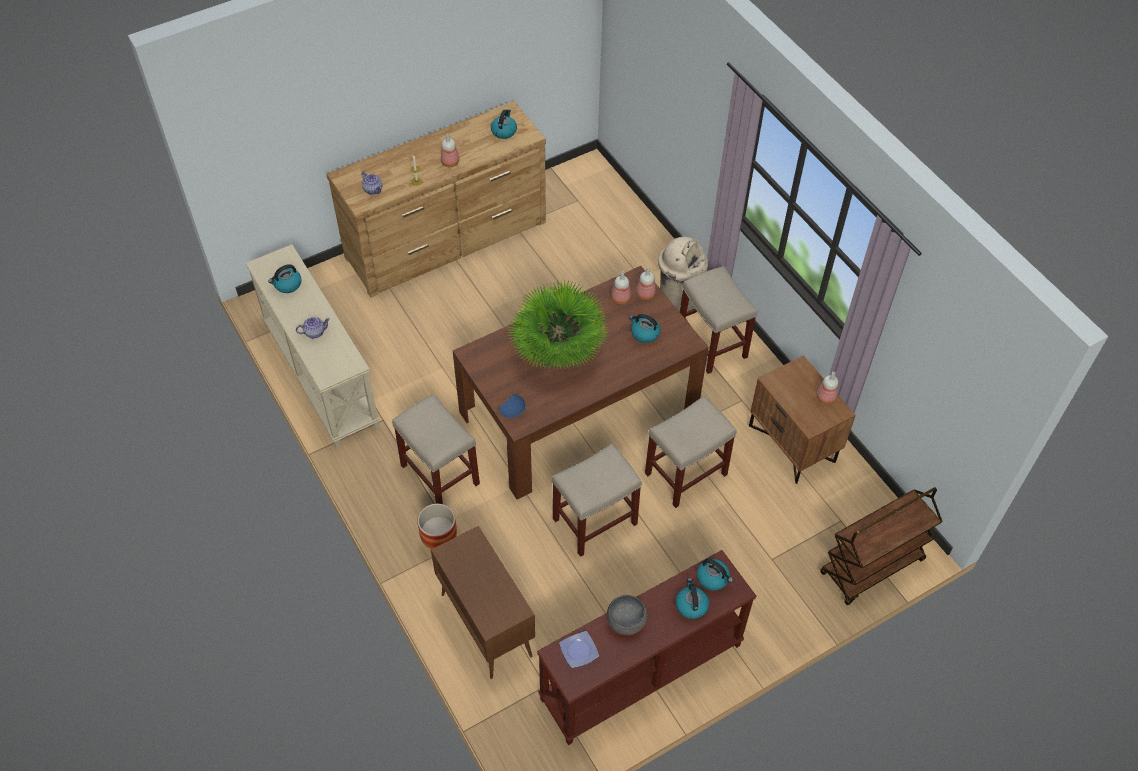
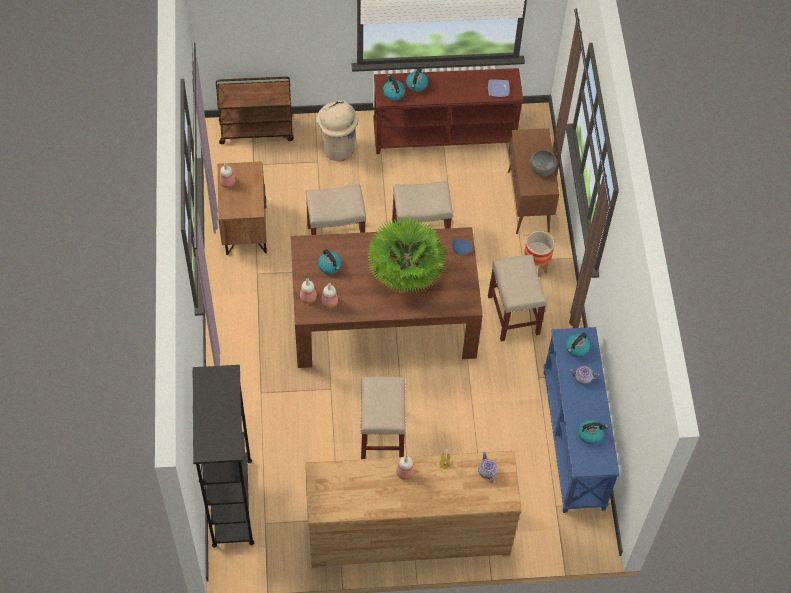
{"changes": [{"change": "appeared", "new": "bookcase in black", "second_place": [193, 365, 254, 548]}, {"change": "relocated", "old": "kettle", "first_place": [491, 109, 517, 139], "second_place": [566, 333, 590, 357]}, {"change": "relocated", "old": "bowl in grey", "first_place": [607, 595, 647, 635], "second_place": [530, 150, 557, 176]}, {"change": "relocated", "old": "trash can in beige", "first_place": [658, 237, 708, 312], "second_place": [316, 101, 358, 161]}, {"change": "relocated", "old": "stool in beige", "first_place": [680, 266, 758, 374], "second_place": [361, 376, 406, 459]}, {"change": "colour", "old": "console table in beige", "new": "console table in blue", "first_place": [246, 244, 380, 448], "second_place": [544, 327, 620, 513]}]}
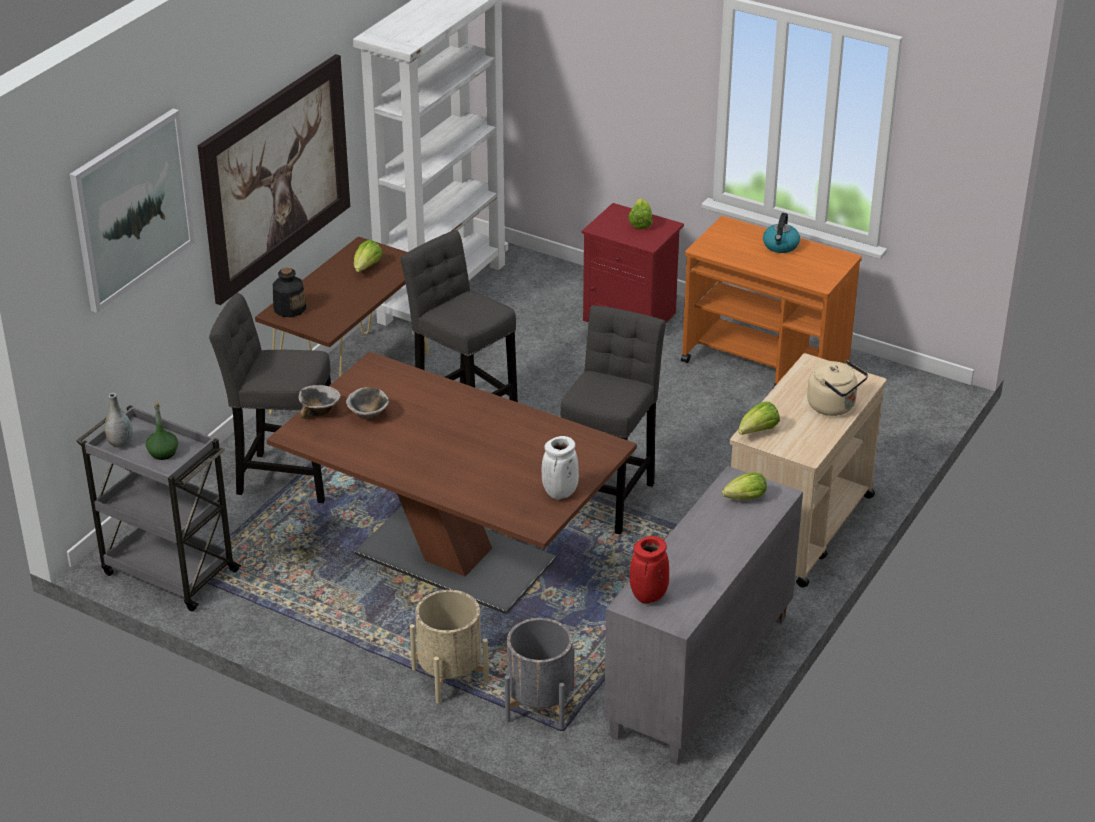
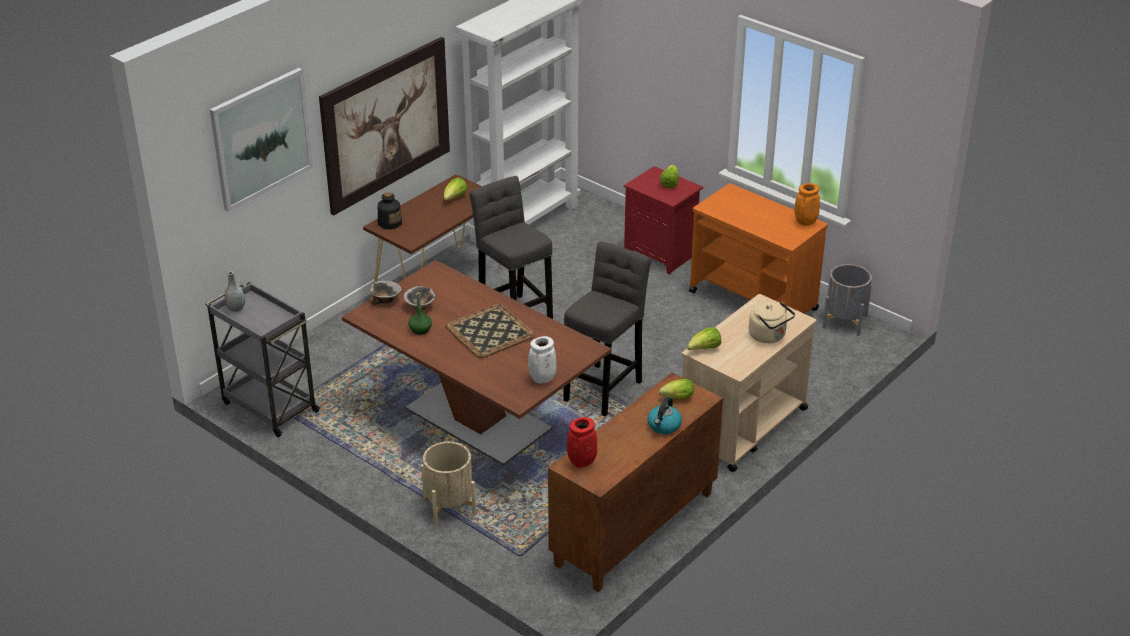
{"changes": [{"change": "missing", "old": "stool in grey", "first_place": [209, 293, 331, 503]}, {"change": "appeared", "new": "tray", "second_place": [446, 304, 535, 358]}, {"change": "appeared", "new": "vase in orange", "second_place": [795, 183, 820, 225]}, {"change": "relocated", "old": "bottle in green", "first_place": [146, 402, 178, 460], "second_place": [408, 292, 432, 335]}, {"change": "relocated", "old": "planter in grey", "first_place": [505, 618, 575, 729], "second_place": [823, 264, 872, 336]}, {"change": "relocated", "old": "kettle", "first_place": [763, 213, 800, 253], "second_place": [647, 397, 682, 434]}, {"change": "colour", "old": "cabinet in grey", "new": "cabinet in brown", "first_place": [604, 466, 803, 765], "second_place": [548, 372, 723, 592]}]}
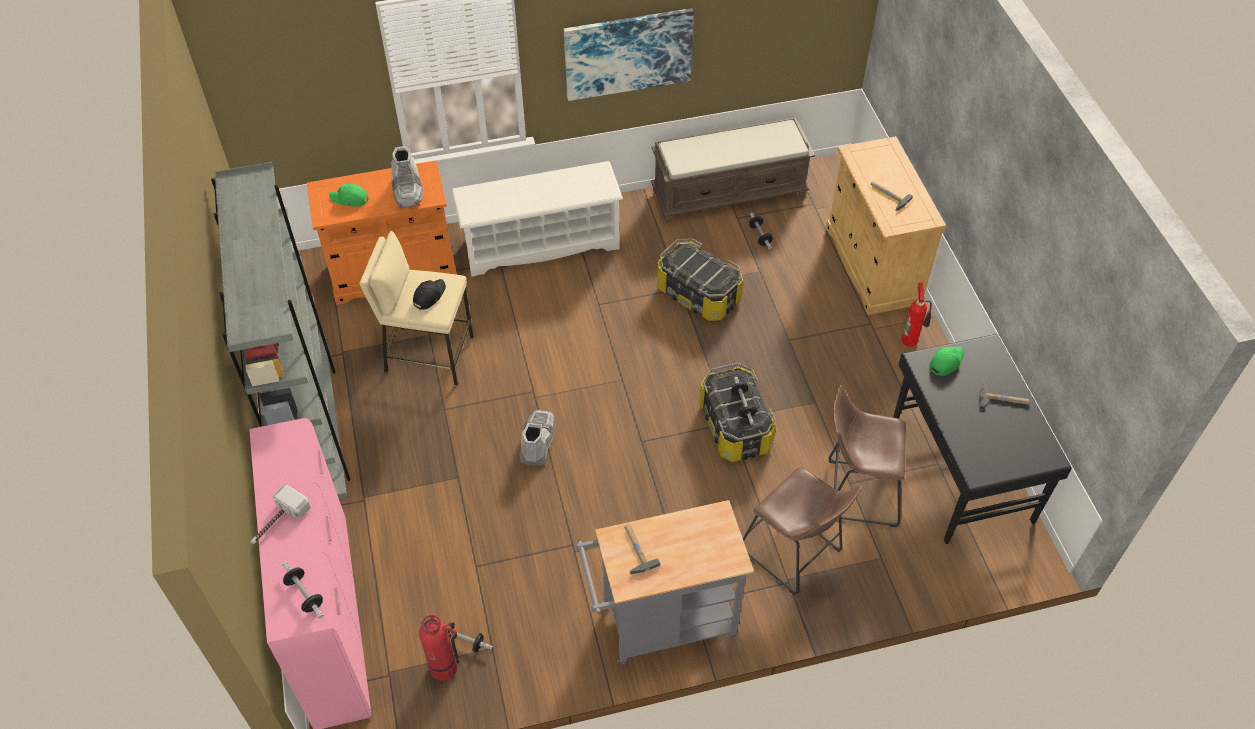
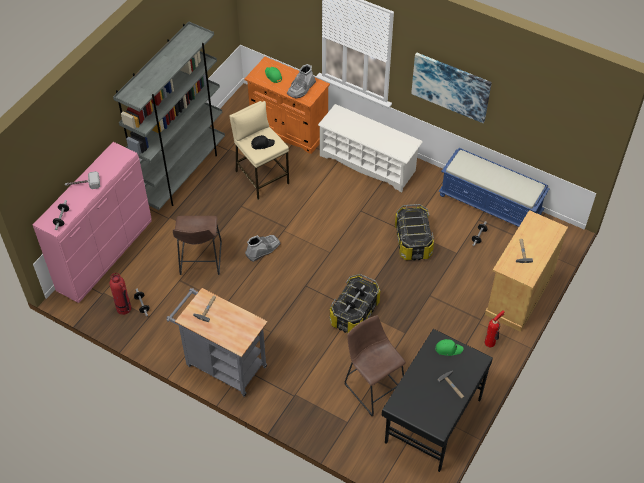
{"changes": [{"change": "relocated", "old": "stool in brown", "first_place": [743, 467, 862, 595], "second_place": [173, 216, 222, 275]}, {"change": "colour", "old": "bench in brown", "new": "bench in blue", "first_place": [651, 118, 815, 222], "second_place": [439, 148, 550, 227]}]}
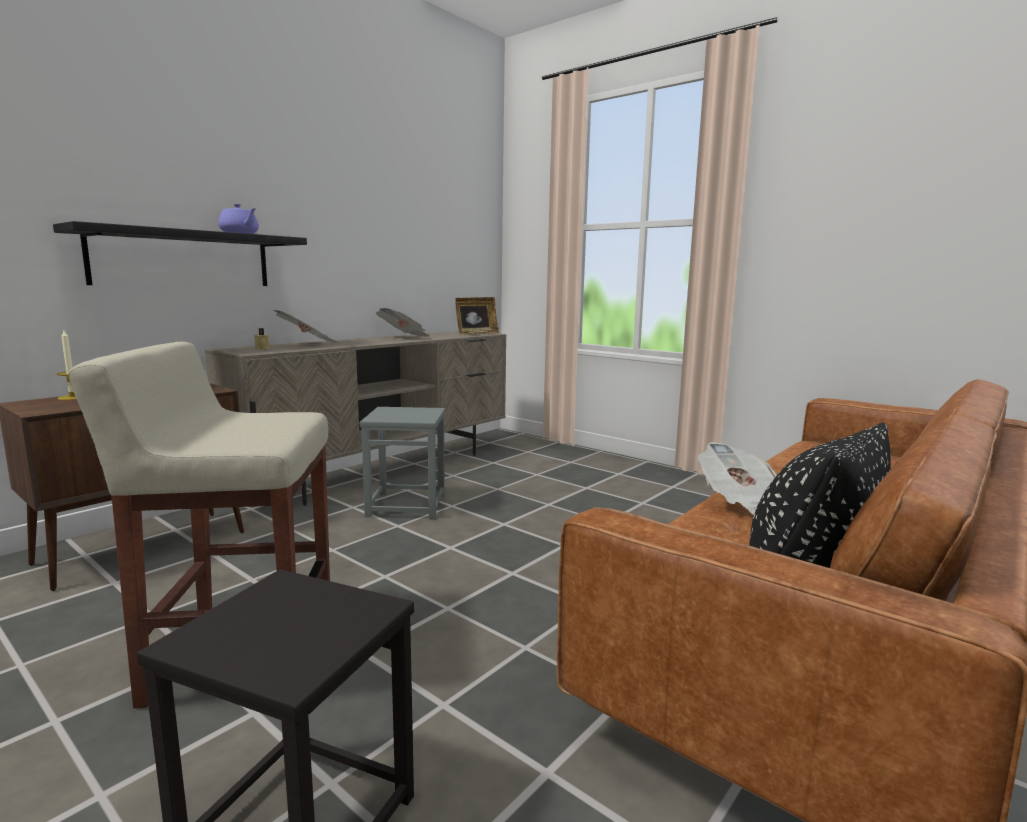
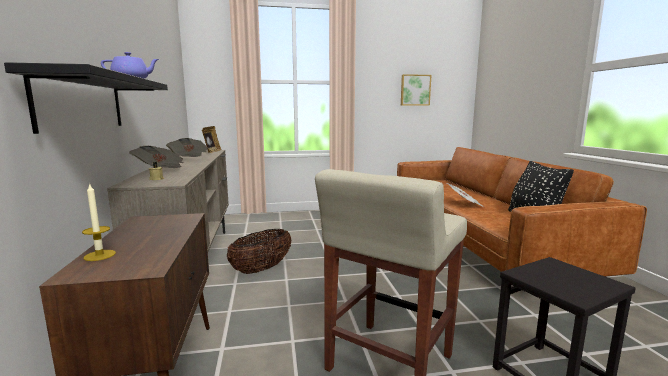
{"changes": [{"change": "appeared", "new": "picture", "second_place": [401, 74, 431, 106]}, {"change": "exchanged", "old": "stool in grey", "new": "basket", "first_place": [360, 407, 445, 519], "second_place": [227, 229, 291, 274]}]}
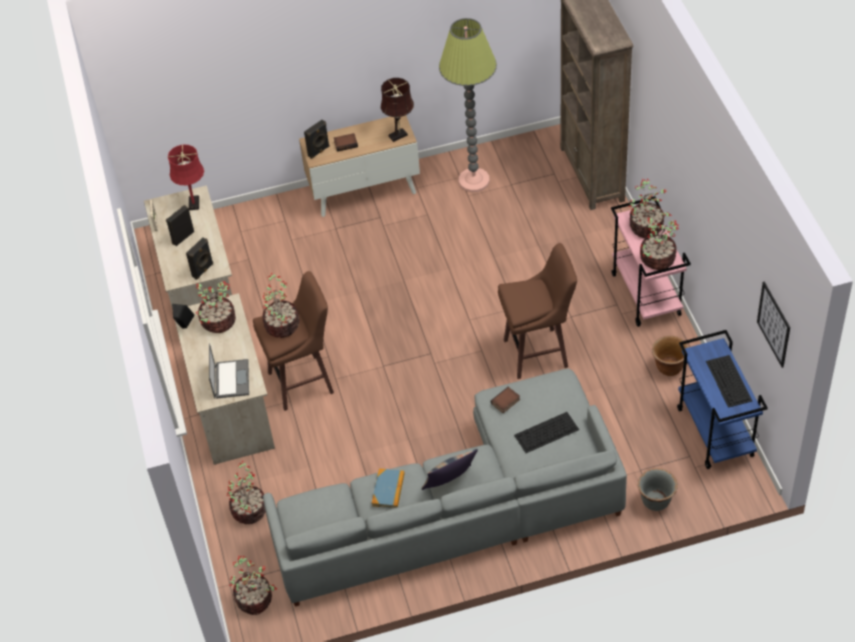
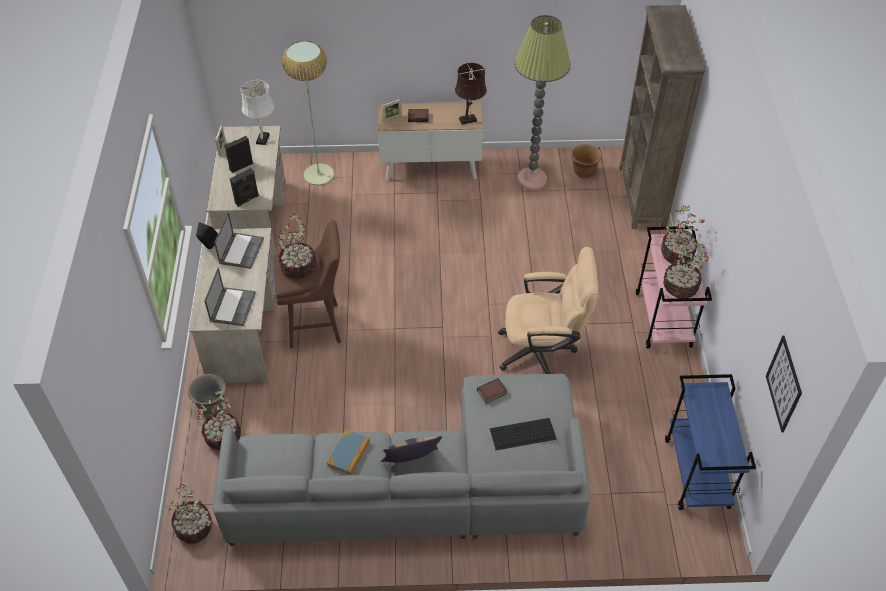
{"changes": [{"change": "missing", "old": "keyboard", "first_place": [706, 355, 752, 408]}, {"change": "appeared", "new": "floor lamp", "second_place": [282, 41, 334, 186]}, {"change": "relocated", "old": "planter in grey", "first_place": [638, 468, 678, 511], "second_place": [188, 374, 226, 414]}, {"change": "relocated", "old": "planter in brown", "first_place": [652, 336, 689, 376], "second_place": [571, 144, 602, 178]}, {"change": "exchanged", "old": "potted plant", "new": "laptop", "first_place": [196, 281, 236, 333], "second_place": [214, 212, 264, 269]}, {"change": "exchanged", "old": "speaker in black", "new": "picture frame", "first_place": [304, 120, 329, 159], "second_place": [382, 99, 402, 122]}, {"change": "exchanged", "old": "stool in brown", "new": "office chair in beige", "first_place": [498, 243, 577, 379], "second_place": [498, 247, 598, 374]}, {"change": "colour", "old": "table lamp in red", "new": "table lamp in white", "first_place": [168, 145, 204, 210], "second_place": [241, 80, 275, 145]}]}
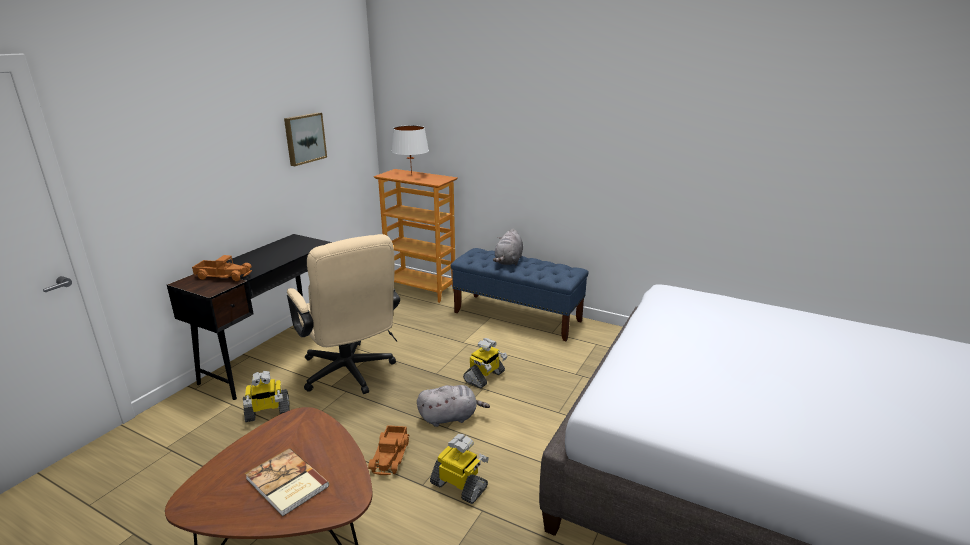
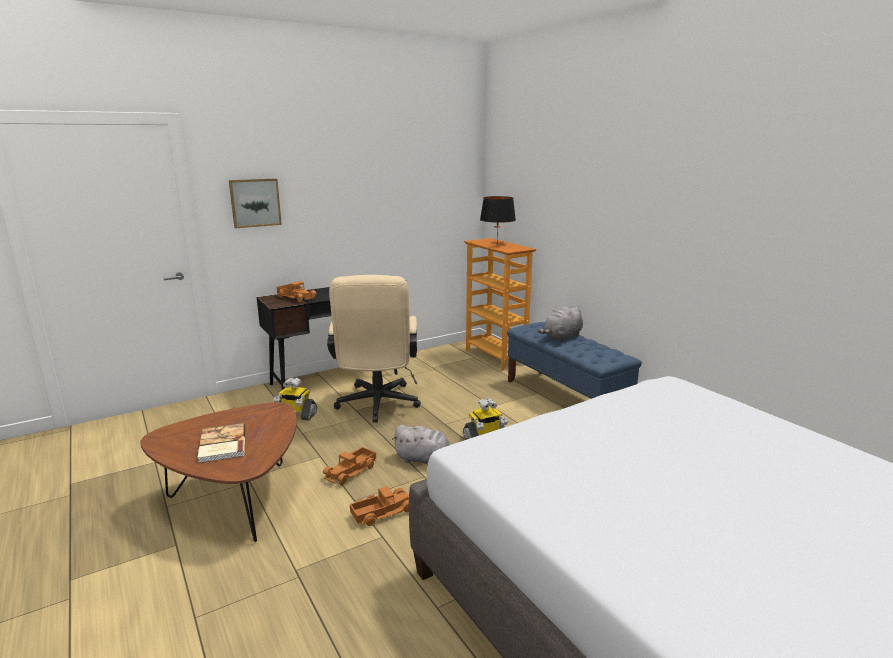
{"changes": [{"change": "relocated", "old": "picture", "first_place": [284, 112, 327, 166], "second_place": [229, 178, 282, 228]}, {"change": "exchanged", "old": "toy robot", "new": "toy truck", "first_place": [430, 434, 489, 504], "second_place": [350, 486, 409, 526]}, {"change": "colour", "old": "table lamp in white", "new": "table lamp in black", "first_place": [391, 125, 429, 175], "second_place": [480, 196, 516, 241]}]}
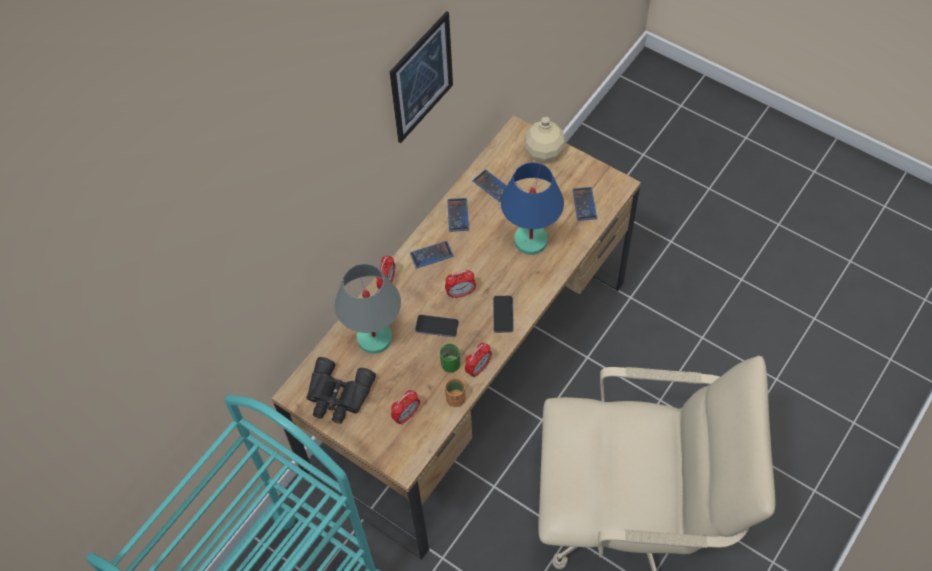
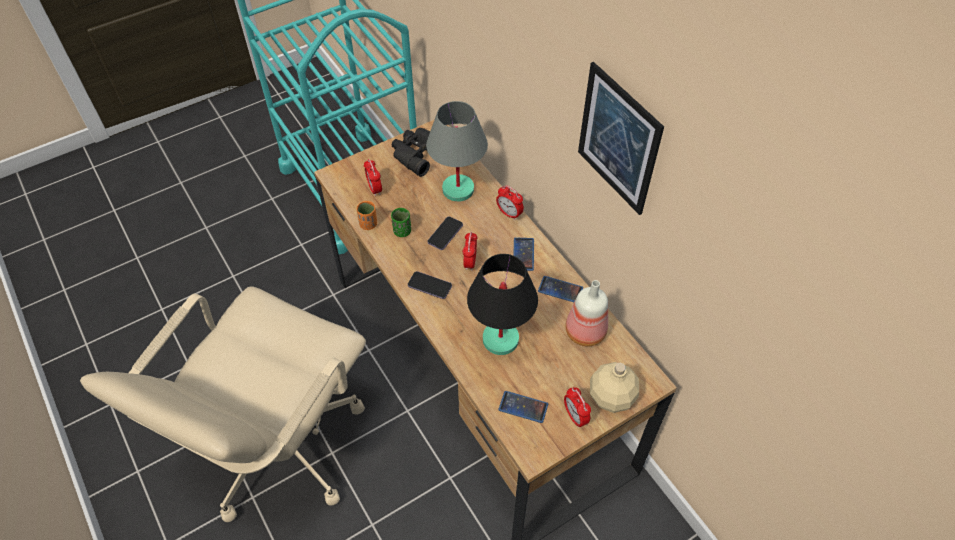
{"changes": [{"change": "relocated", "old": "alarm clock", "first_place": [465, 343, 492, 378], "second_place": [564, 387, 591, 427]}, {"change": "exchanged", "old": "phone", "new": "bottle", "first_place": [473, 170, 507, 202], "second_place": [565, 280, 608, 346]}, {"change": "colour", "old": "table lamp in blue", "new": "table lamp in black", "first_place": [501, 162, 564, 255], "second_place": [467, 254, 538, 355]}]}
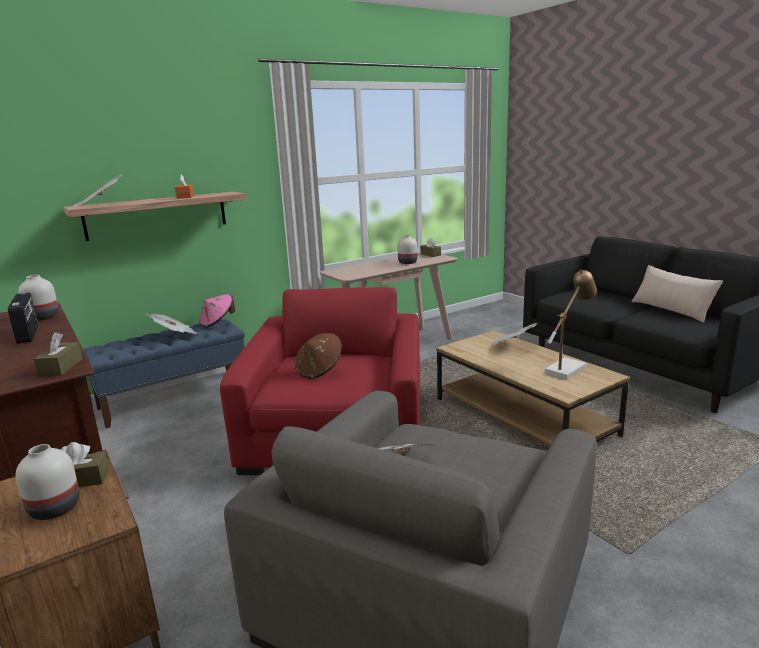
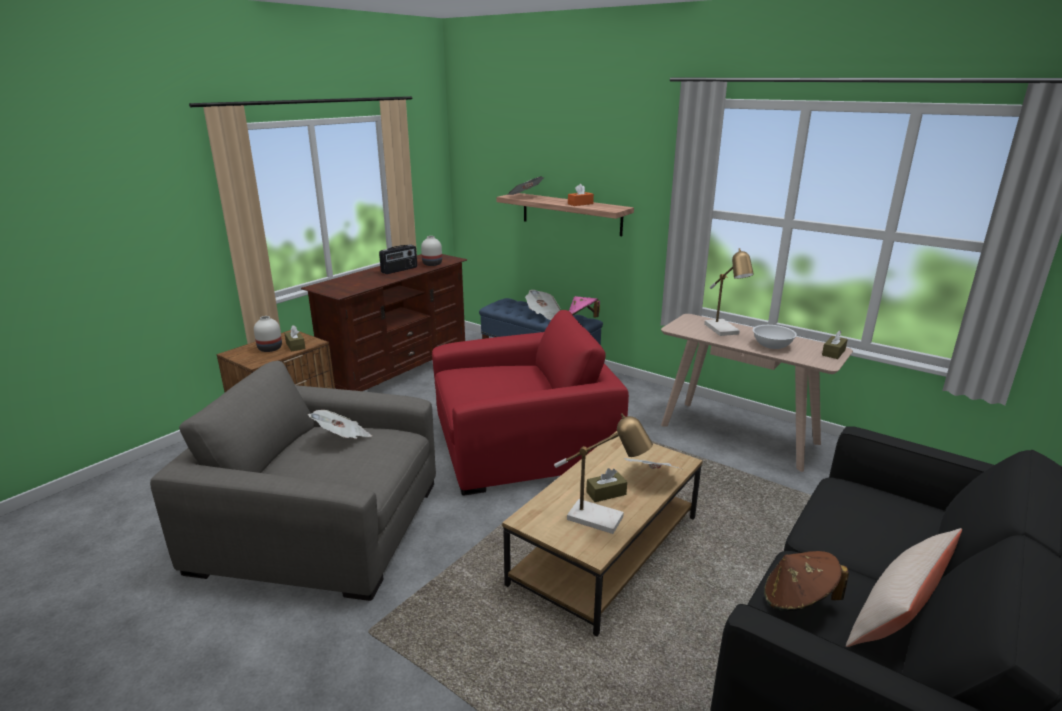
{"changes": [{"change": "appeared", "new": "table lamp", "second_place": [704, 248, 754, 336]}, {"change": "relocated", "old": "tissue box in brown", "first_place": [34, 332, 82, 377], "second_place": [586, 468, 627, 502]}, {"change": "relocated", "old": "hat in brown", "first_place": [295, 333, 342, 379], "second_place": [764, 551, 849, 611]}, {"change": "exchanged", "old": "vase in white", "new": "bowl in white", "first_place": [397, 235, 417, 264], "second_place": [753, 325, 797, 349]}]}
